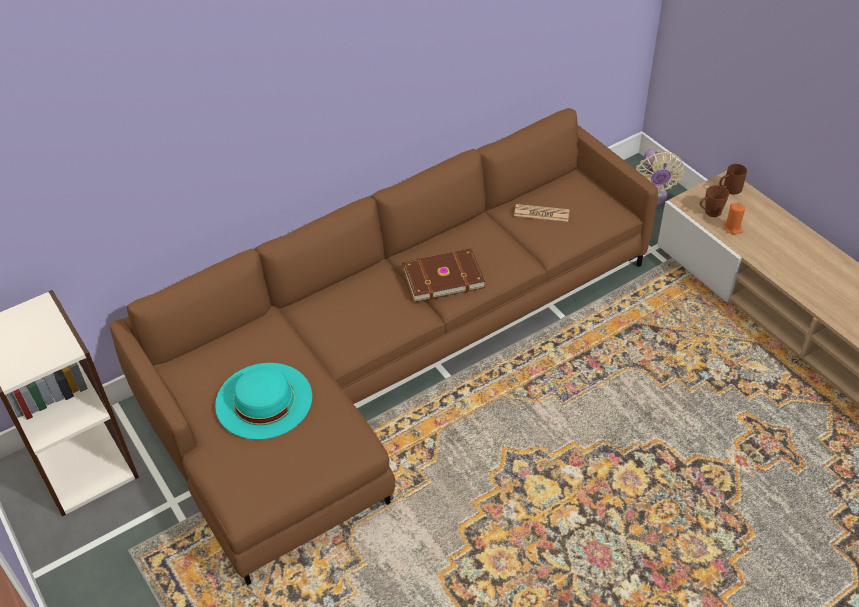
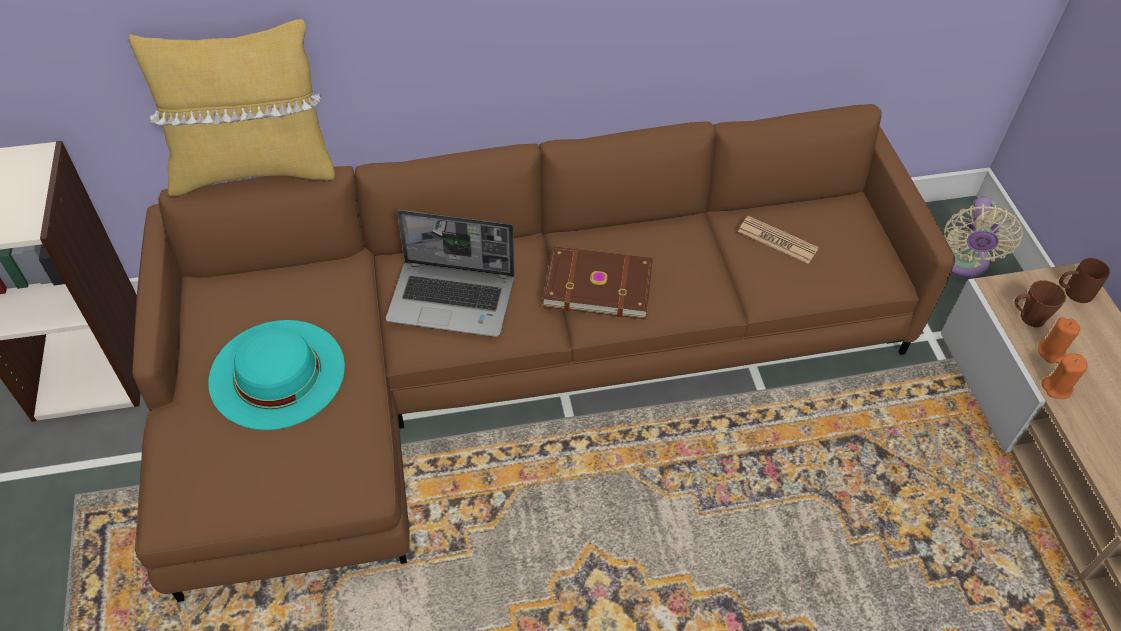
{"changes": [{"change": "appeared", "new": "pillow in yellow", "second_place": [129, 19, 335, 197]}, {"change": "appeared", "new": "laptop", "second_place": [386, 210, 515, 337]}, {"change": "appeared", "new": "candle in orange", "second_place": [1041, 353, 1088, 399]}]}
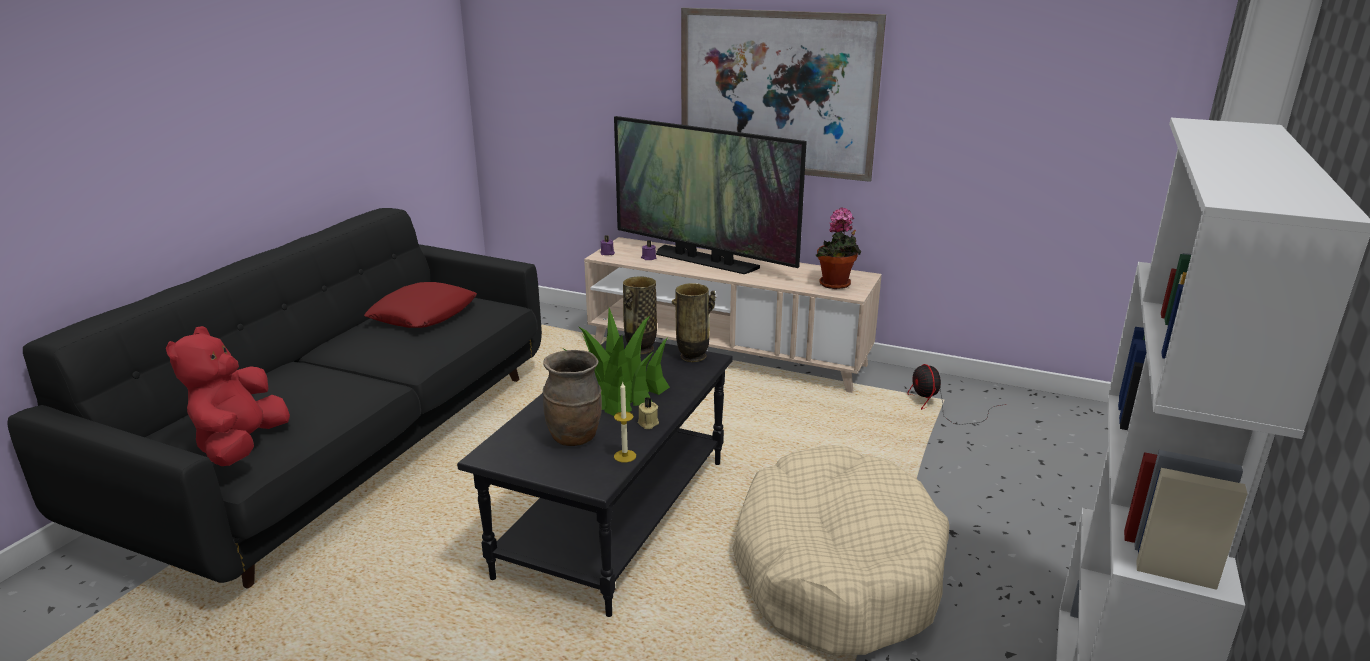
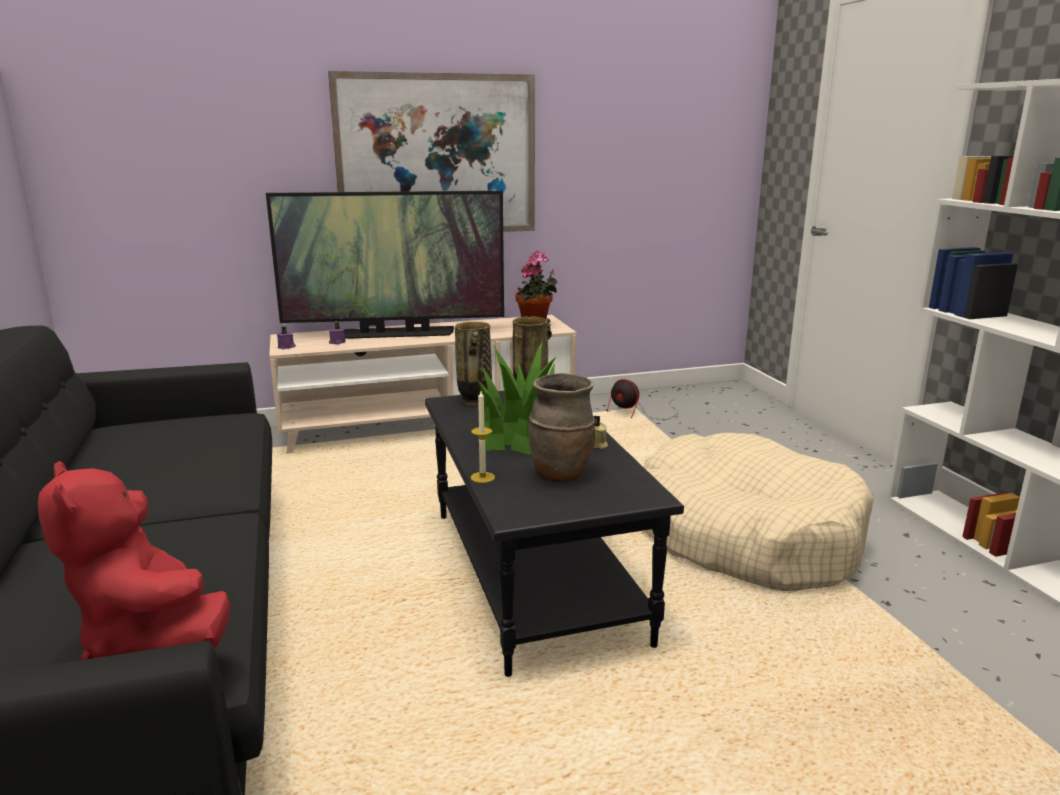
{"changes": [{"change": "missing", "old": "pillow in red", "first_place": [364, 282, 477, 328]}, {"change": "relocated", "old": "candle", "first_place": [614, 381, 636, 462], "second_place": [470, 391, 495, 483]}]}
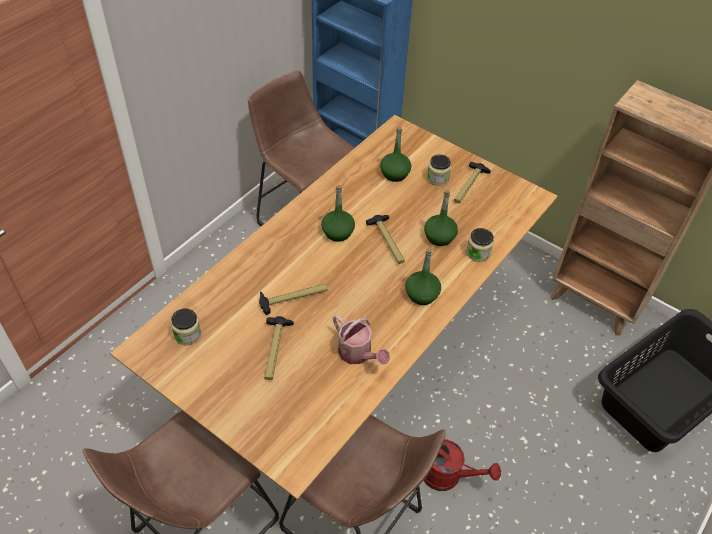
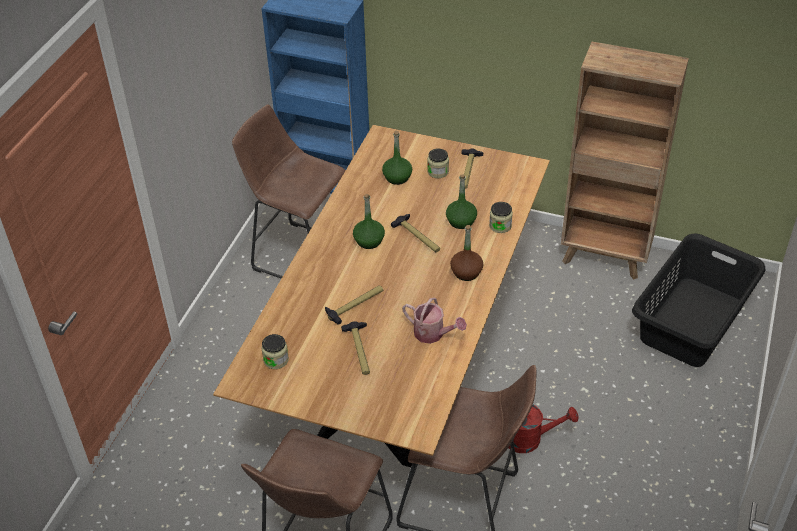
{"changes": [{"change": "colour", "old": "bottle in green", "new": "bottle in brown", "first_place": [405, 248, 441, 305], "second_place": [450, 225, 483, 281]}]}
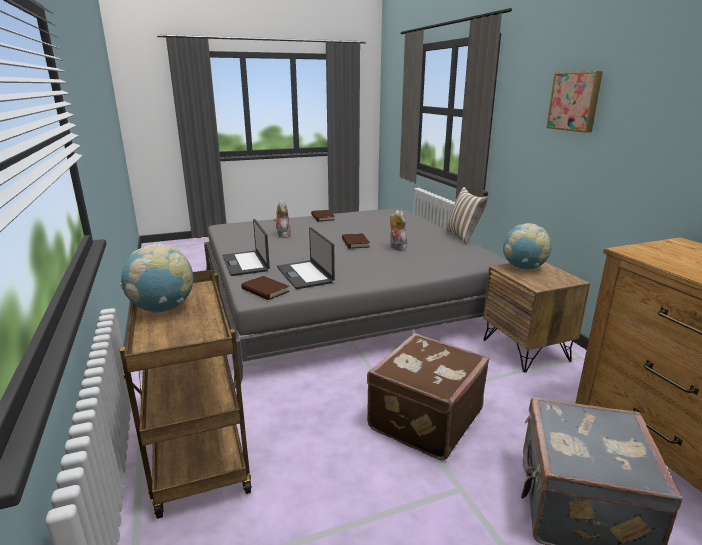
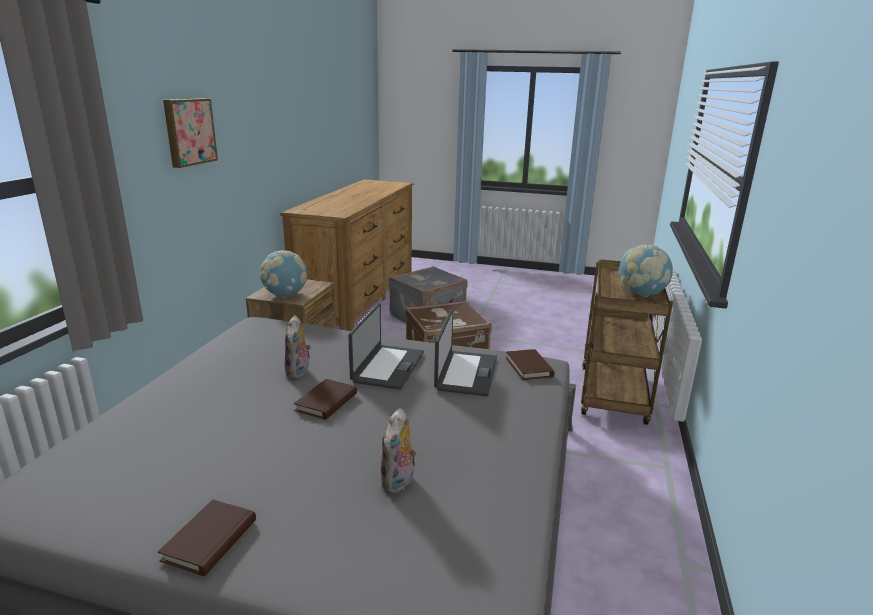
{"changes": [{"change": "missing", "old": "pillow", "first_place": [446, 187, 488, 245]}, {"change": "relocated", "old": "laptop", "first_place": [222, 219, 270, 276], "second_place": [348, 303, 424, 390]}]}
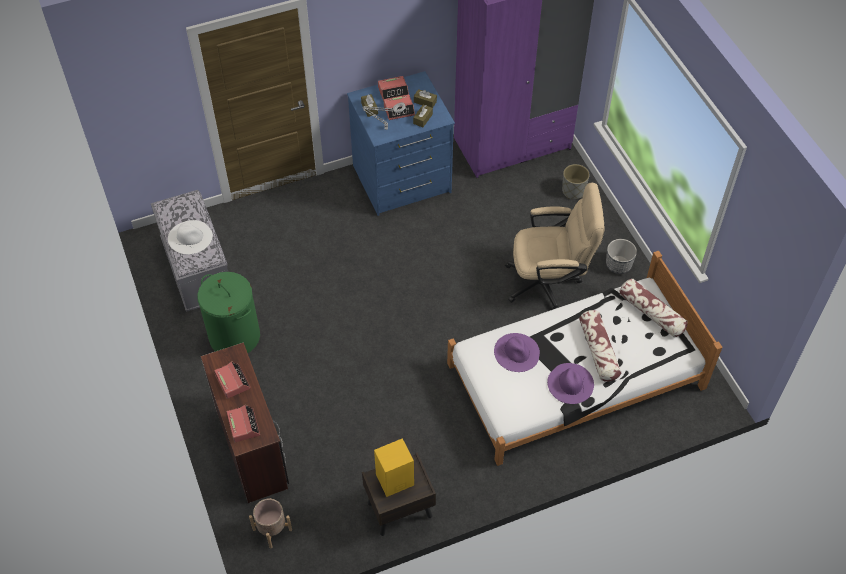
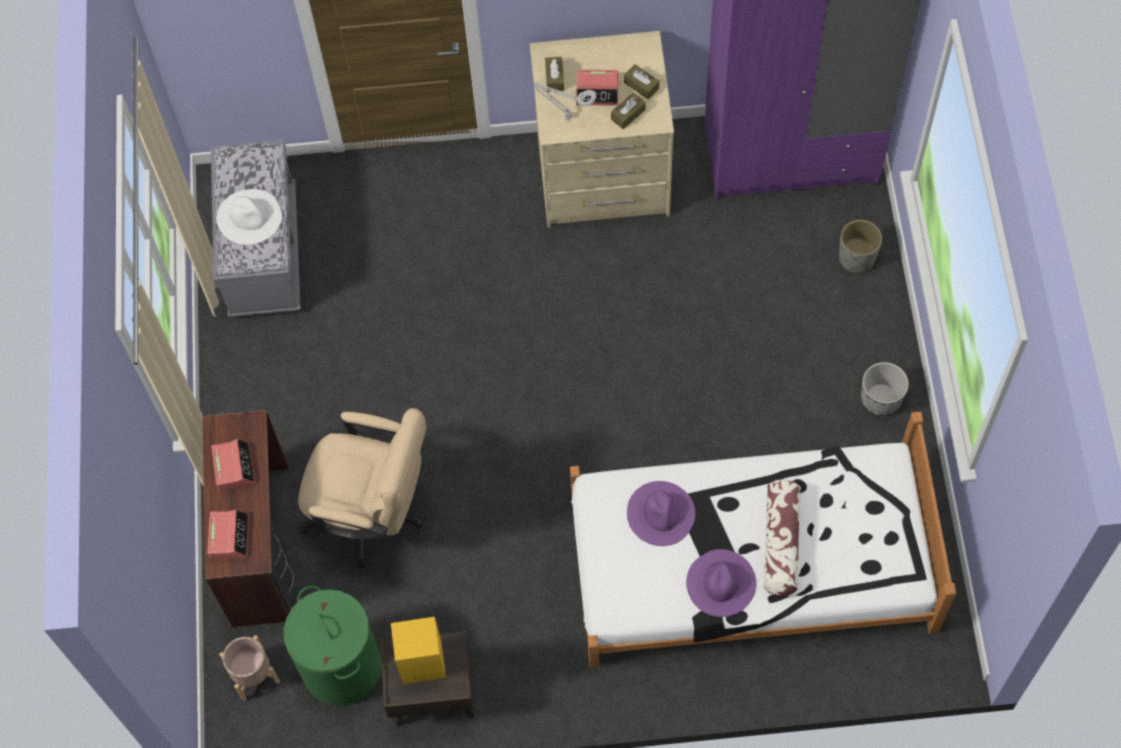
{"changes": [{"change": "missing", "old": "alarm clock", "first_place": [378, 76, 409, 101]}, {"change": "missing", "old": "pillow", "first_place": [619, 279, 688, 337]}, {"change": "relocated", "old": "laundry basket in green", "first_place": [197, 272, 260, 353], "second_place": [284, 586, 382, 706]}, {"change": "relocated", "old": "office chair in beige", "first_place": [505, 183, 605, 309], "second_place": [298, 408, 426, 568]}, {"change": "colour", "old": "dresser in blue", "new": "dresser in beige", "first_place": [347, 71, 455, 216], "second_place": [530, 31, 674, 228]}]}
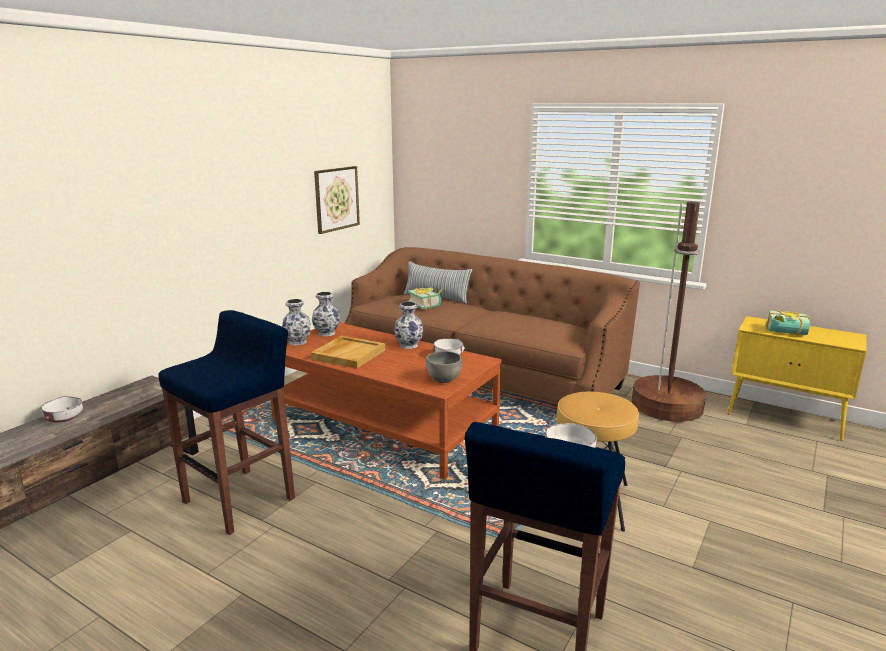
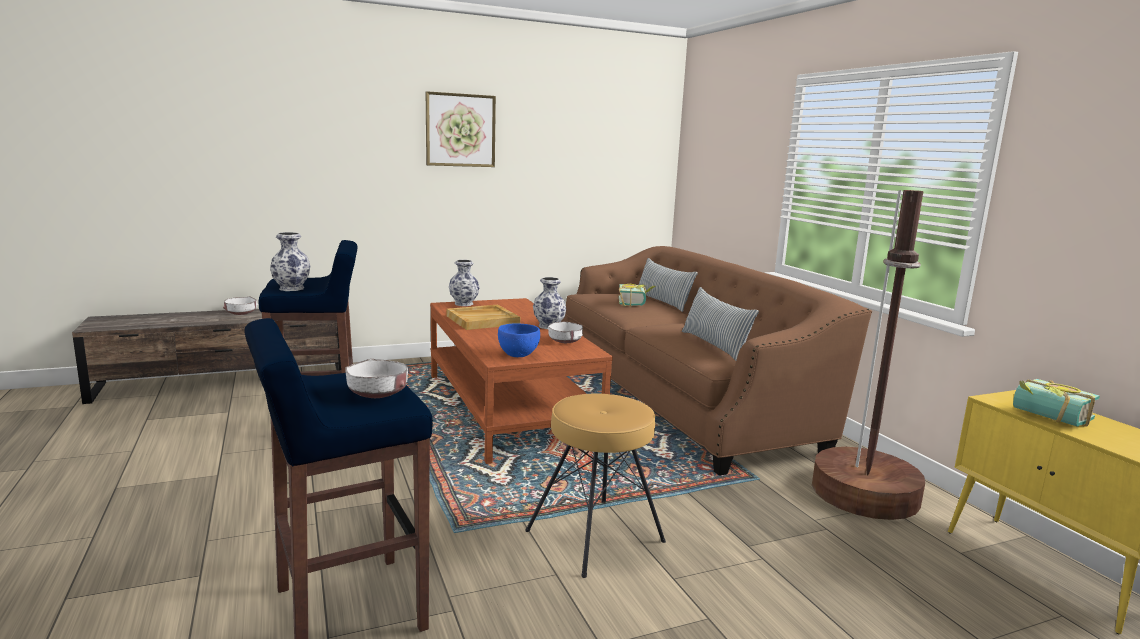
{"changes": [{"change": "appeared", "new": "pillow", "second_place": [682, 287, 759, 361]}, {"change": "relocated", "old": "vase", "first_place": [312, 292, 340, 336], "second_place": [270, 232, 310, 291]}, {"change": "relocated", "old": "picture", "first_place": [314, 166, 360, 234], "second_place": [426, 91, 496, 167]}, {"change": "colour", "old": "bowl in grey", "new": "bowl in blue", "first_place": [426, 351, 462, 383], "second_place": [498, 323, 540, 357]}]}
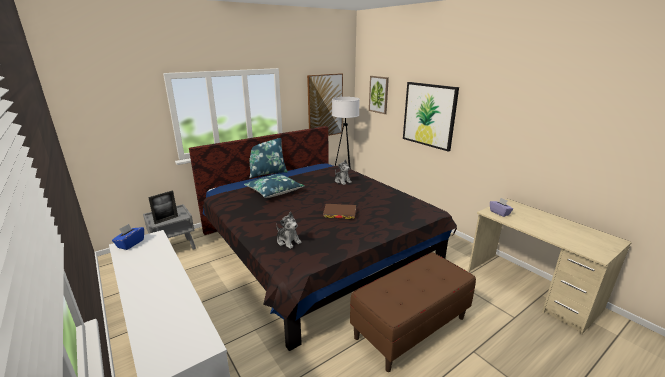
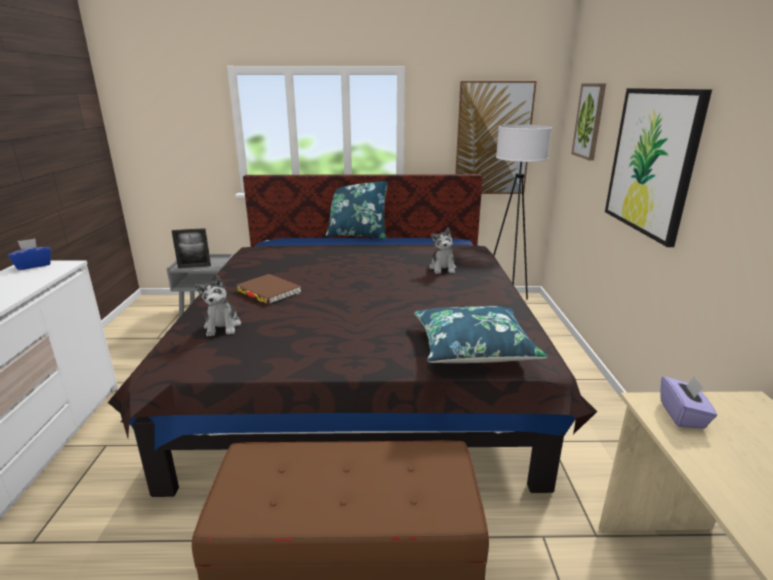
{"changes": [{"change": "relocated", "old": "pillow in blue", "first_place": [244, 174, 305, 198], "second_place": [414, 306, 548, 363]}, {"change": "relocated", "old": "book in brown", "first_place": [323, 204, 356, 219], "second_place": [236, 274, 301, 304]}]}
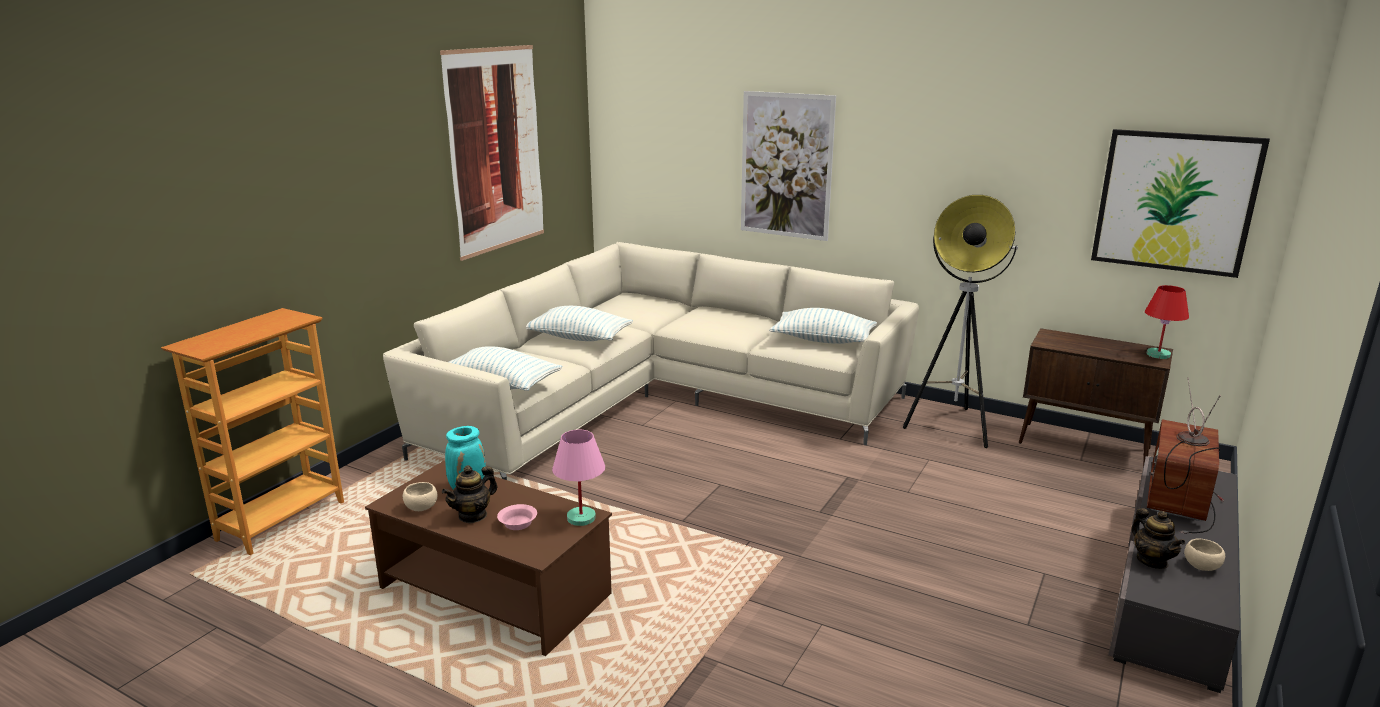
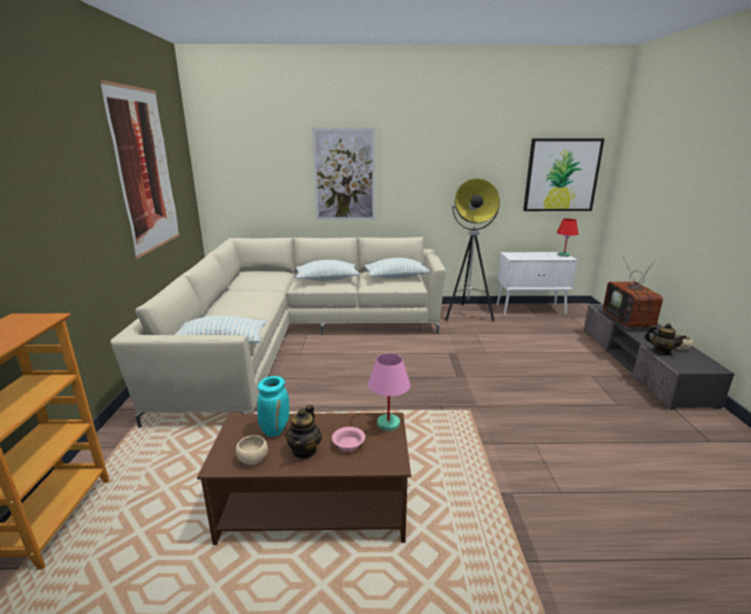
{"changes": [{"change": "relocated", "old": "pillow", "first_place": [526, 306, 633, 341], "second_place": [296, 260, 360, 281]}, {"change": "colour", "old": "cabinet in brown", "new": "cabinet in white", "first_place": [1019, 328, 1173, 467], "second_place": [497, 252, 578, 315]}]}
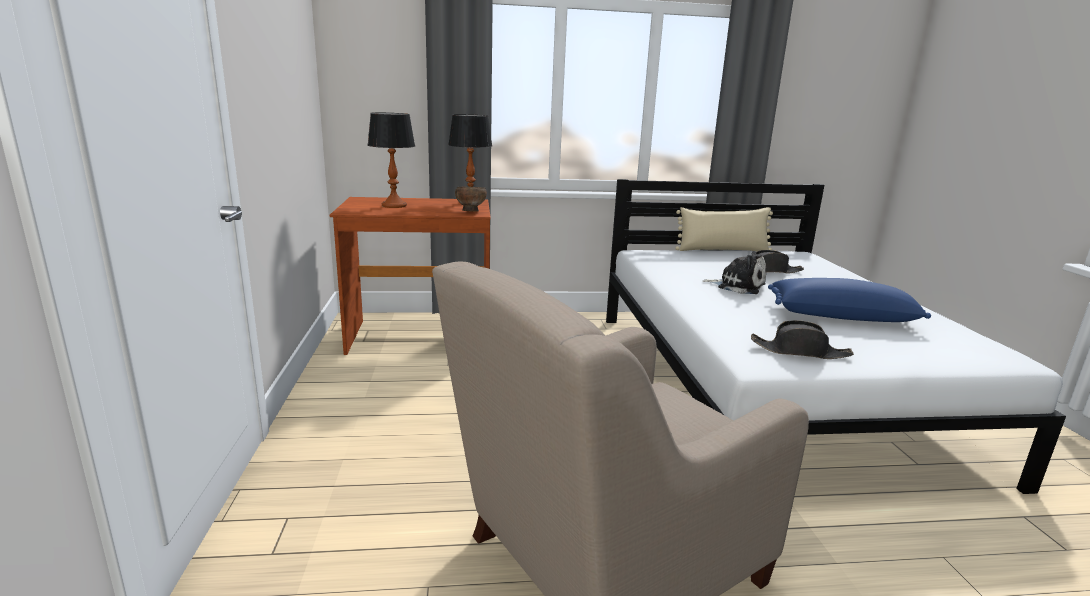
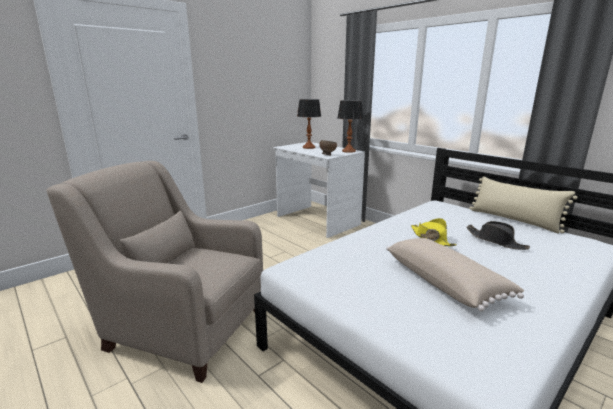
{"changes": [{"change": "missing", "old": "hat in black", "first_place": [751, 320, 854, 359]}, {"change": "exchanged", "old": "plush toy", "new": "hat in yellow", "first_place": [703, 251, 766, 294], "second_place": [411, 218, 457, 246]}, {"change": "colour", "old": "desk in brown", "new": "desk in white", "first_place": [330, 197, 491, 355], "second_place": [273, 142, 365, 238]}, {"change": "colour", "old": "pillow in blue", "new": "pillow in beige", "first_place": [768, 278, 931, 322], "second_place": [386, 238, 524, 312]}]}
